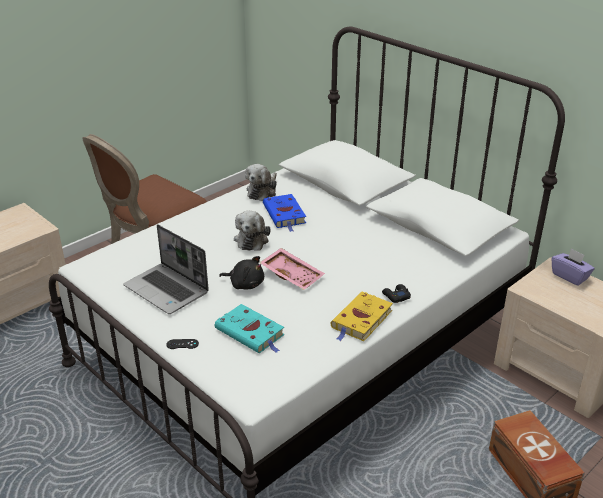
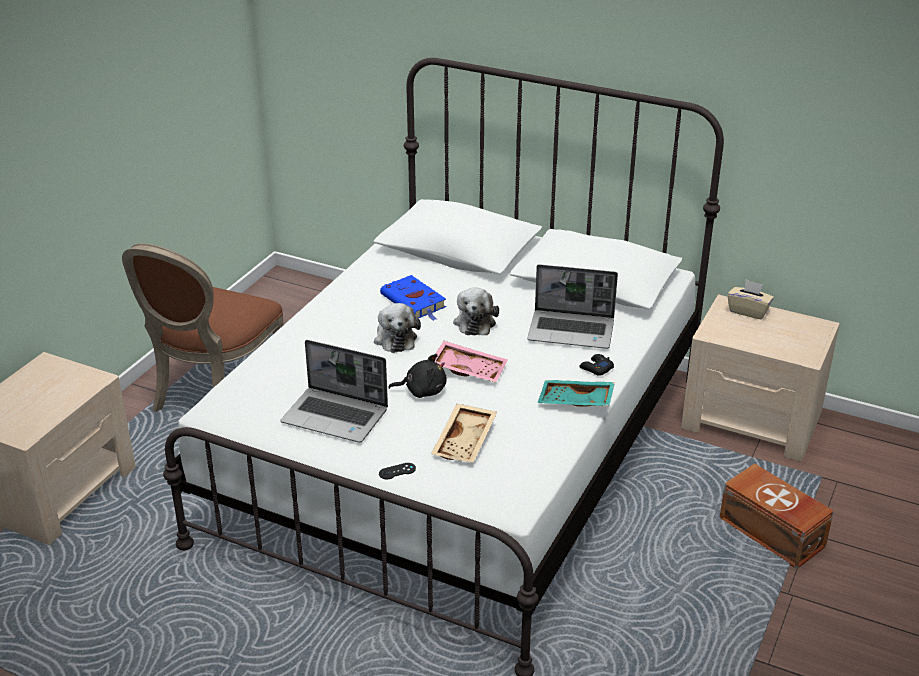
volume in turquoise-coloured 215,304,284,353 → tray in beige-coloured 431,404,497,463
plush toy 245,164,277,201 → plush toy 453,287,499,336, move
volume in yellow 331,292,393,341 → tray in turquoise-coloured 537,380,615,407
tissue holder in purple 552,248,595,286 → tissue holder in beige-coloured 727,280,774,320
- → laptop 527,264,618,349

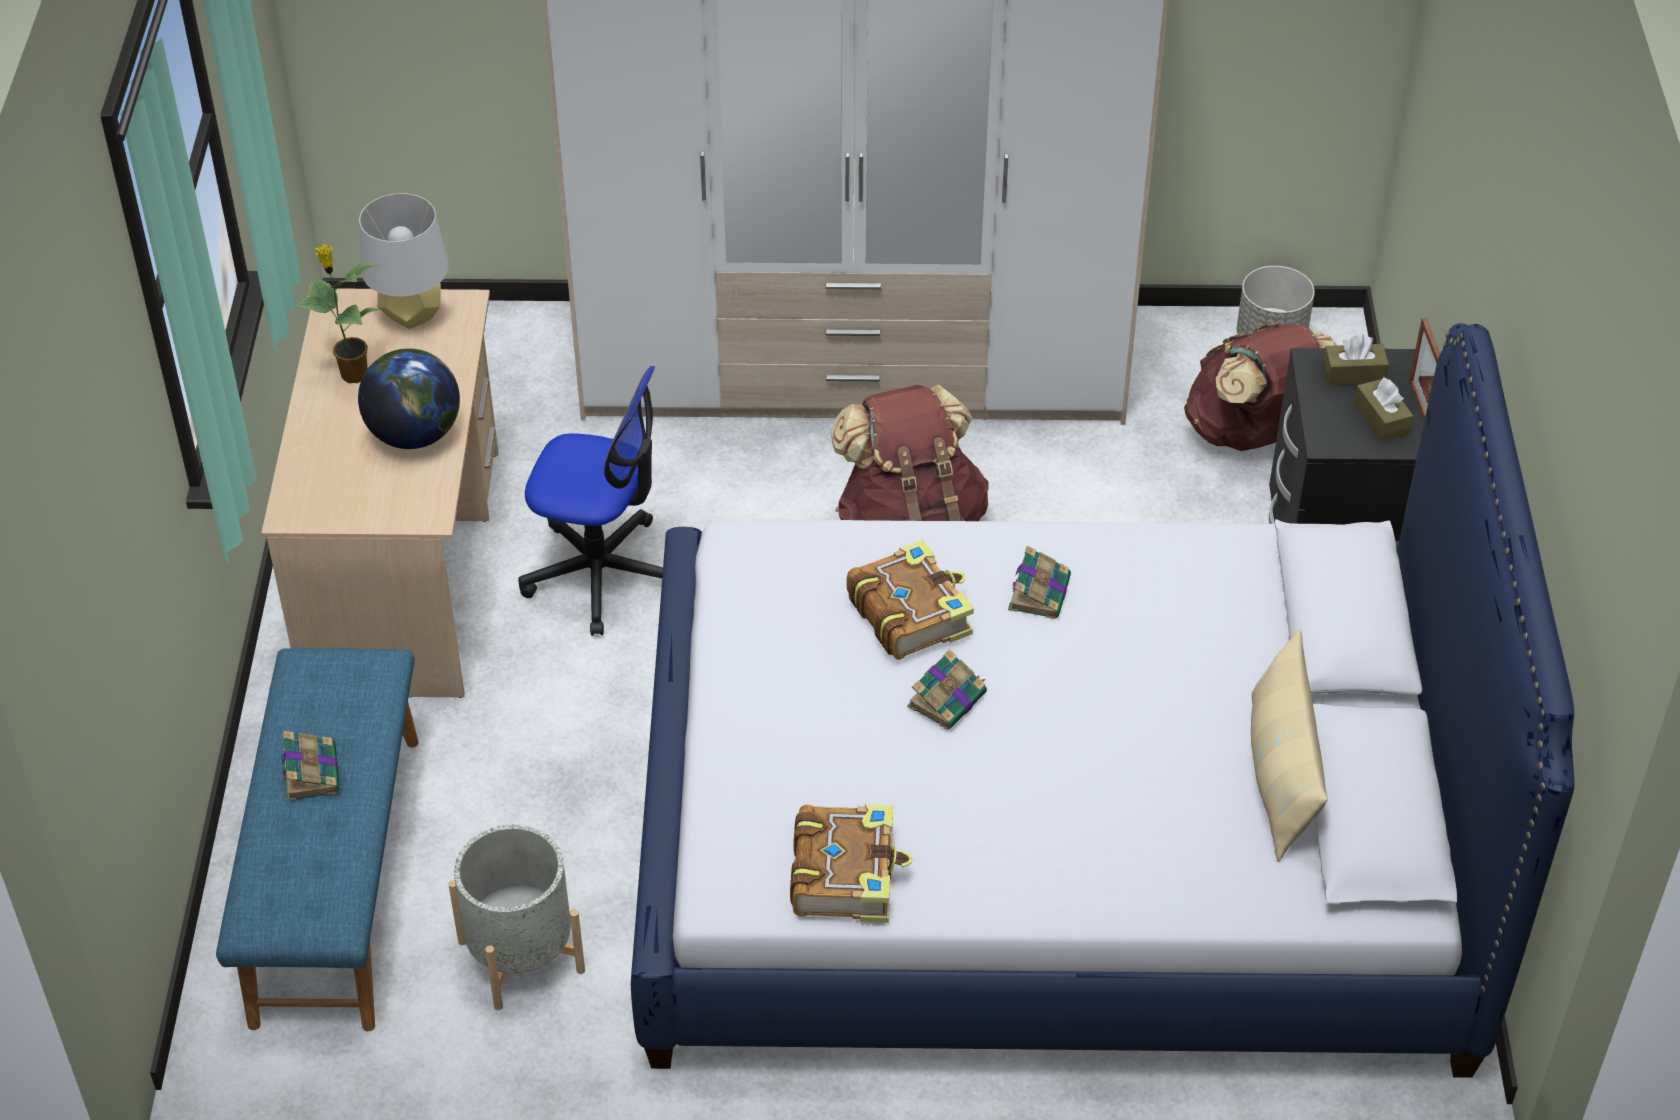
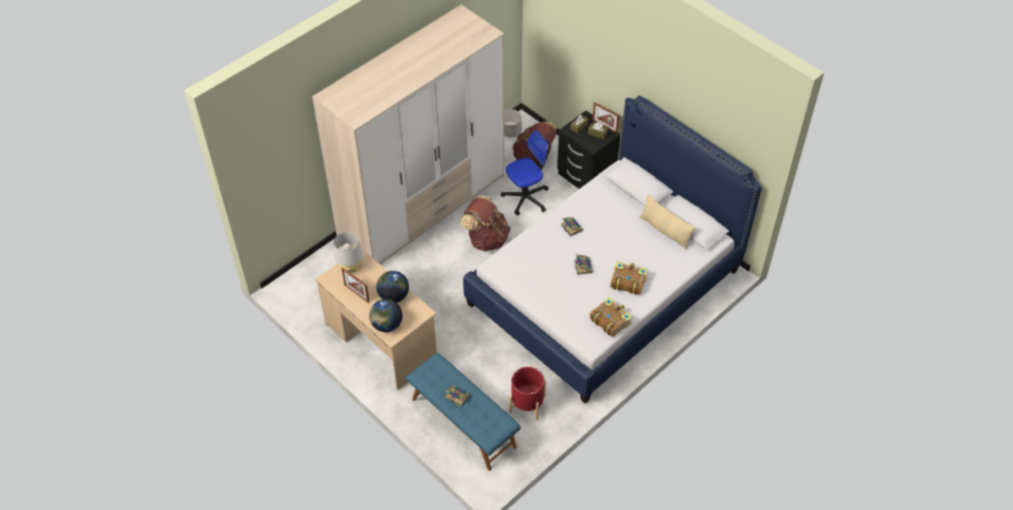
houseplant 296,245,381,383 → standing frame 342,267,370,303
planter in gray 448,824,585,1010 → planter in red-coloured 509,367,546,420
office chair 518,366,663,636 → office chair 501,130,549,215, move
volume 847,539,974,660 → volume 610,261,648,295, move
- → world globe 369,299,403,332

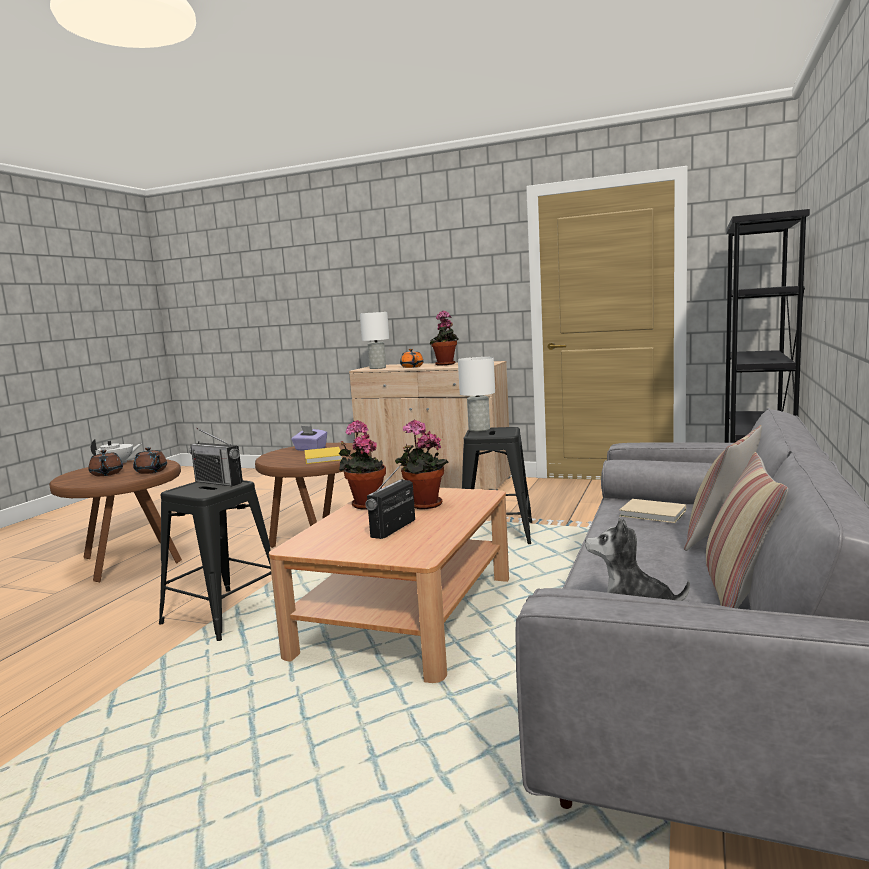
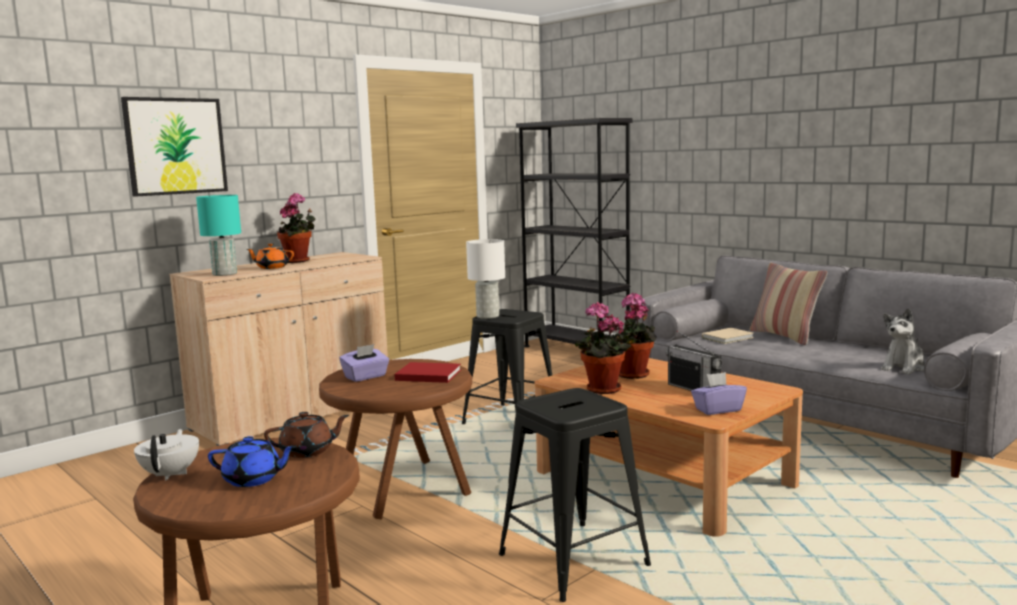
pot for tea in brown 88,450,123,476 → pot for tea in blue 208,436,297,487
radio set 189,428,243,486 → -
volume in yellow 305,447,342,464 → volume in red-coloured 394,362,461,383
table lamp in white 360,312,389,369 → table lamp in turquoise-coloured 196,195,241,276
pillow 706,452,788,609 → -
- → picture 121,97,228,197
- → tissue holder in purple 691,372,747,415

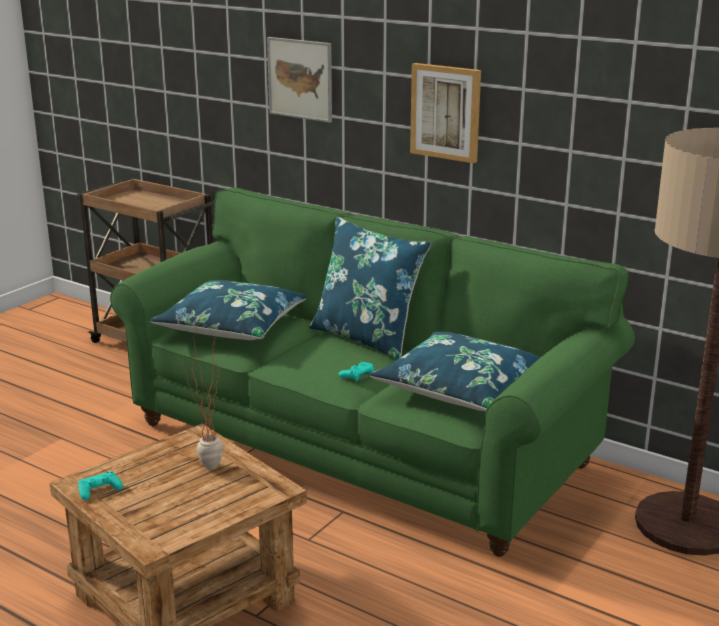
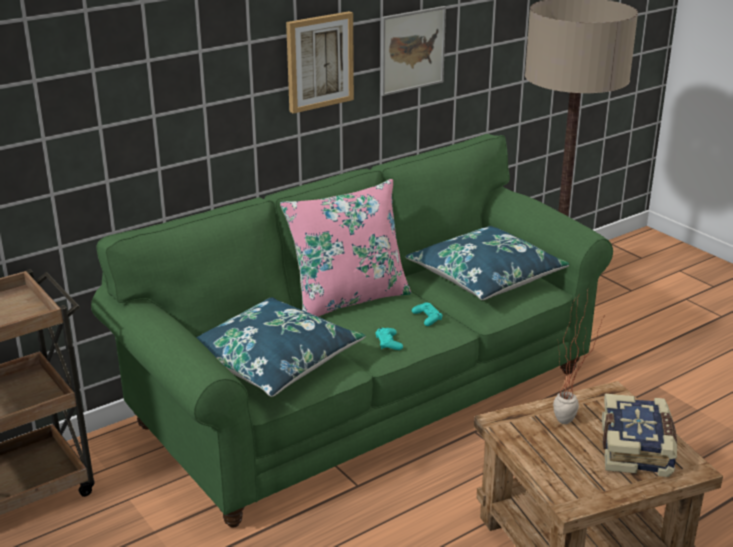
gamepad in turquoise-coloured 78,472,123,500 → gamepad in turquoise-coloured 376,328,403,350, move
picture 267,37,332,123 → picture 381,6,446,96, move
pillow in blue 309,217,431,360 → pillow in pink 280,179,412,317
- → volume 602,394,677,477

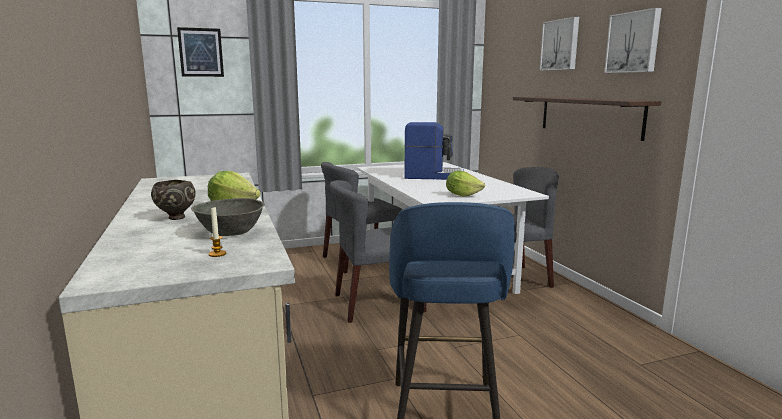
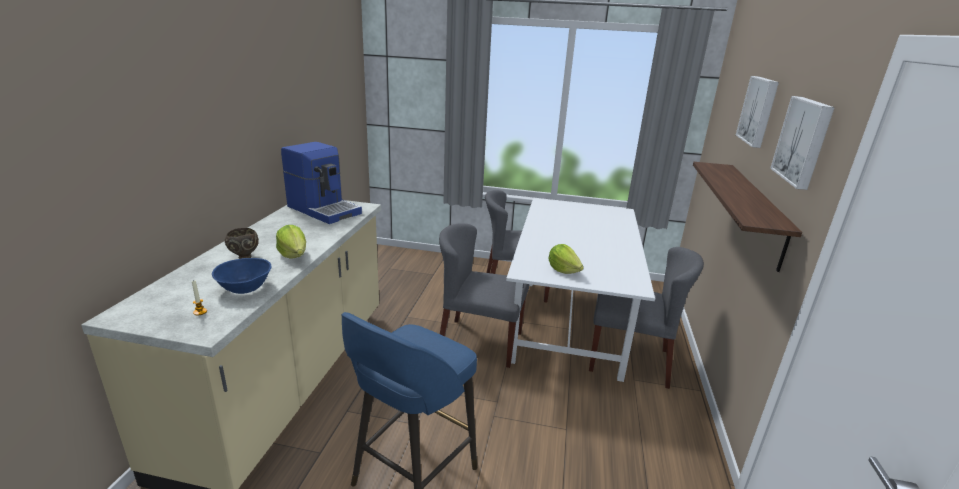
picture 177,27,224,77 → -
bowl in gray 191,198,265,236 → bowl in blue 212,258,271,294
coffee maker 404,122,464,180 → coffee maker 281,142,362,224, move

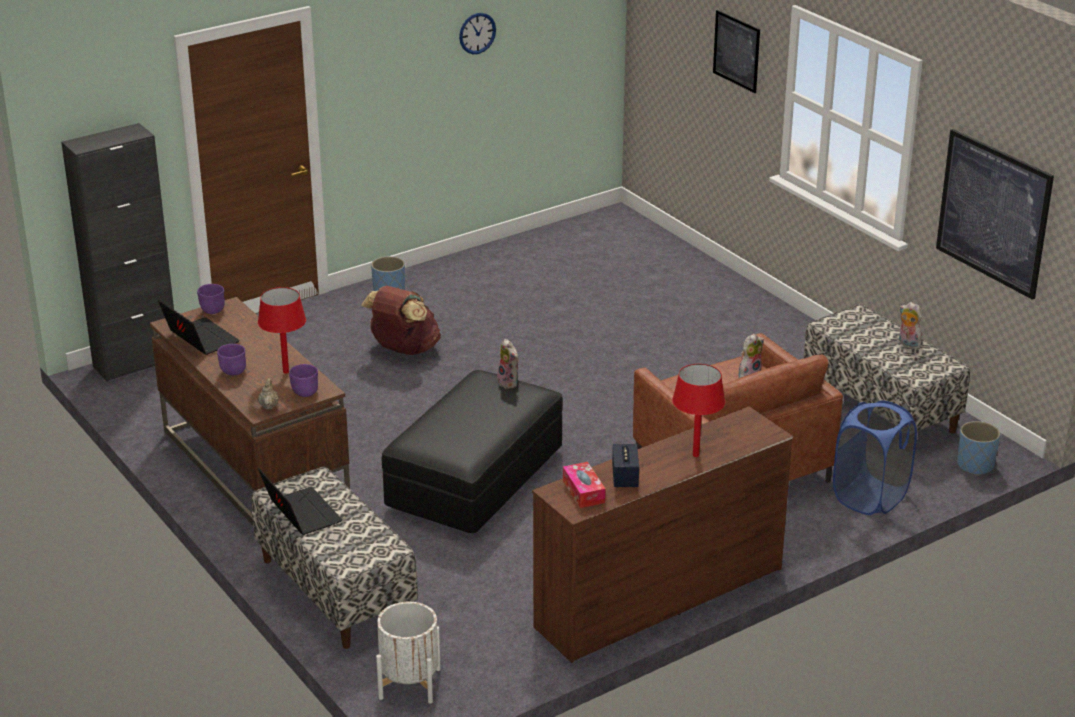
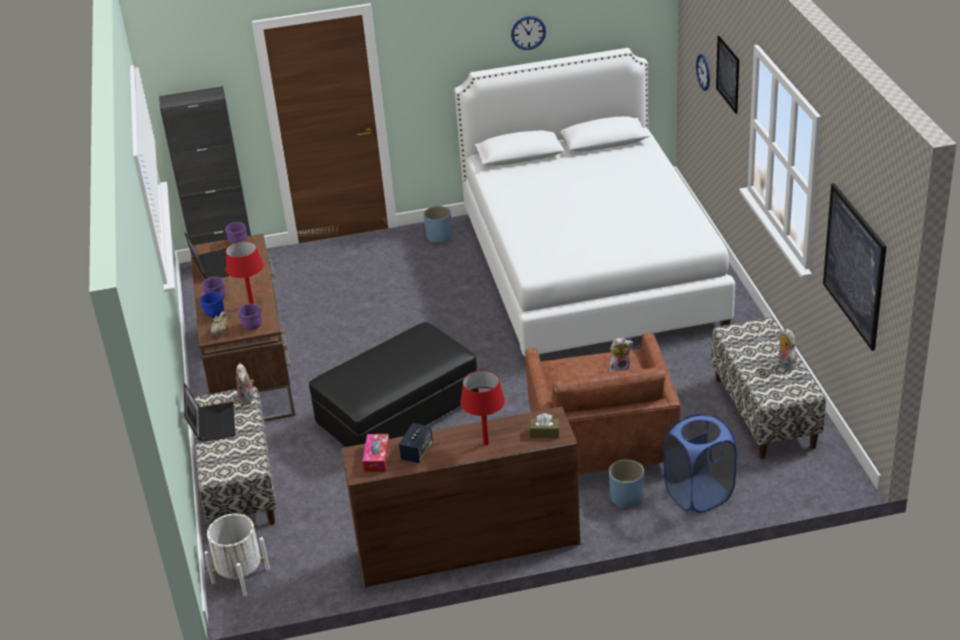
backpack in brown 361,286,441,355 → -
plush toy 497,339,519,389 → plush toy 236,363,254,405, move
planter in blue 957,421,1000,476 → planter in blue 609,459,644,508, move
- → bowl in blue 200,292,224,317
- → sleeping bed in white 454,48,735,357
- → tissue holder in brown 530,413,560,438
- → wall clock 696,54,710,91

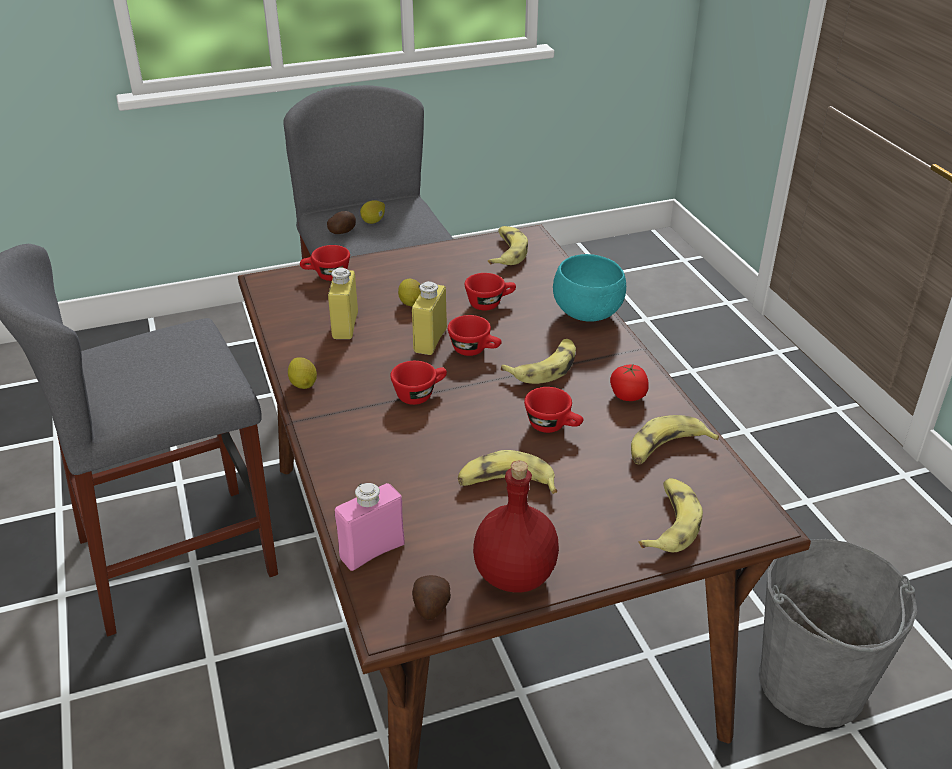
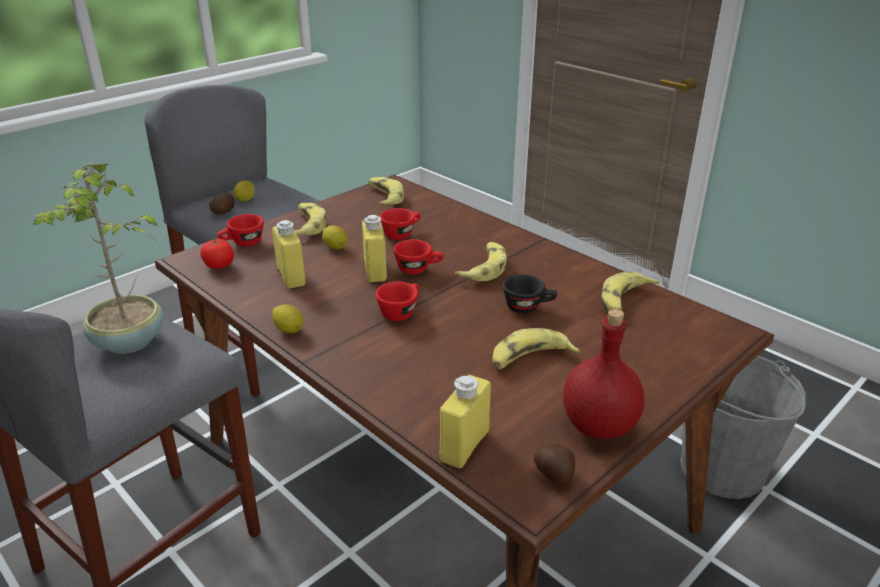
beverage bottle in pink 335,483,405,571 → beverage bottle in yellow 440,375,491,468
small cup in red-coloured 524,387,583,433 → small cup in black 503,274,557,313
bowl in turquoise-coloured 553,254,626,322 → -
tomato 610,365,649,401 → tomato 200,238,234,269, move
banana 639,478,703,552 → banana 295,203,327,235, move
- → houseplant 32,161,164,354

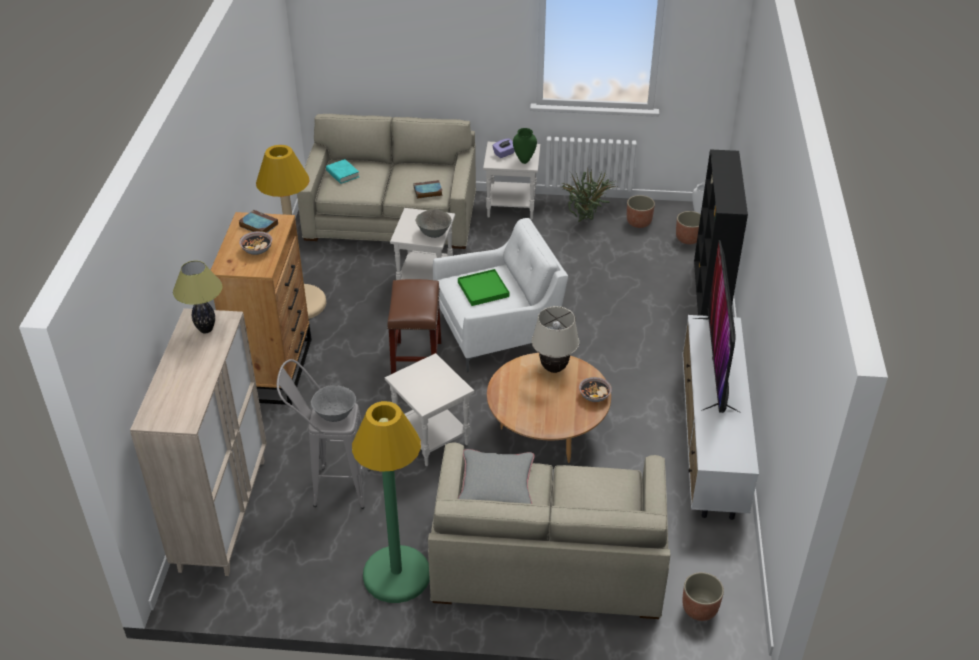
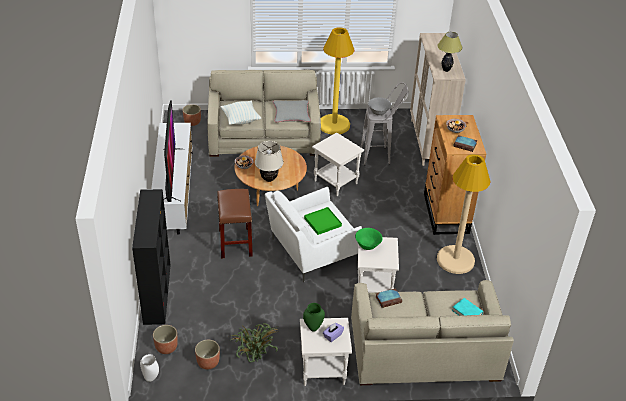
floor lamp in greenish 352,401,430,603 → floor lamp in yellow 321,27,354,135
stool in brown 387,279,441,374 → stool in brown 217,189,253,259, move
bowl in gray 416,209,452,238 → bowl in greenish 355,228,382,250
- → pillow 220,101,261,125

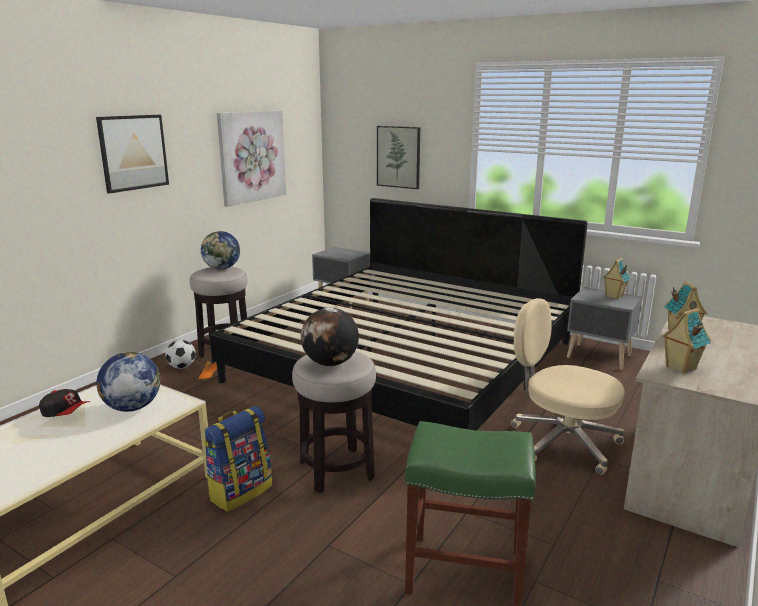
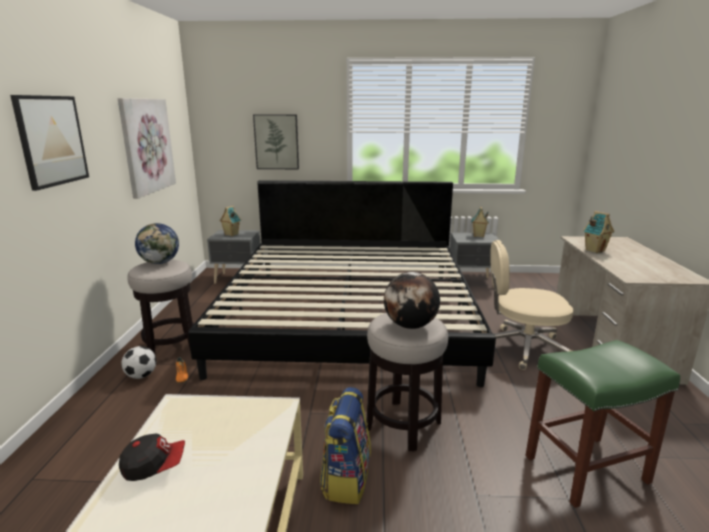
world globe 97,352,160,412 → -
model house 661,308,711,374 → model house 220,206,241,236, move

